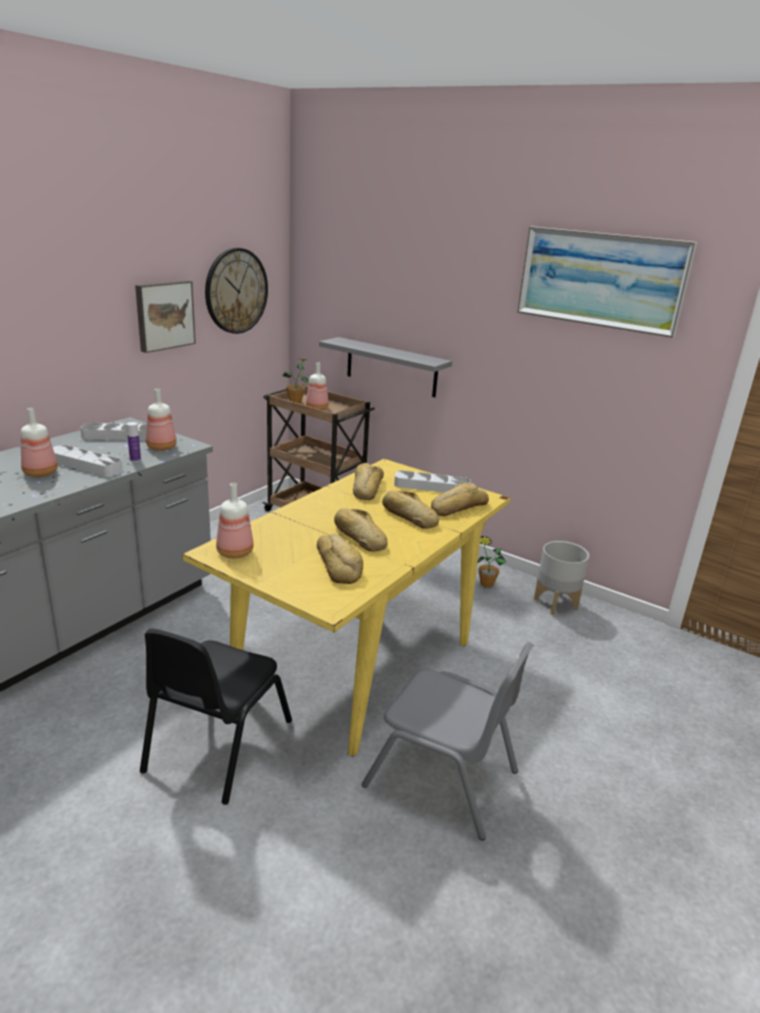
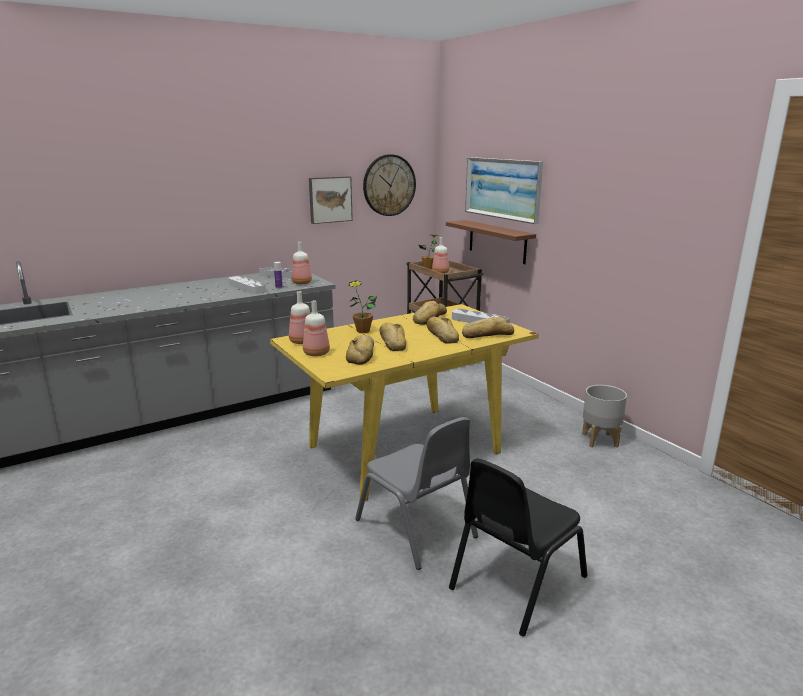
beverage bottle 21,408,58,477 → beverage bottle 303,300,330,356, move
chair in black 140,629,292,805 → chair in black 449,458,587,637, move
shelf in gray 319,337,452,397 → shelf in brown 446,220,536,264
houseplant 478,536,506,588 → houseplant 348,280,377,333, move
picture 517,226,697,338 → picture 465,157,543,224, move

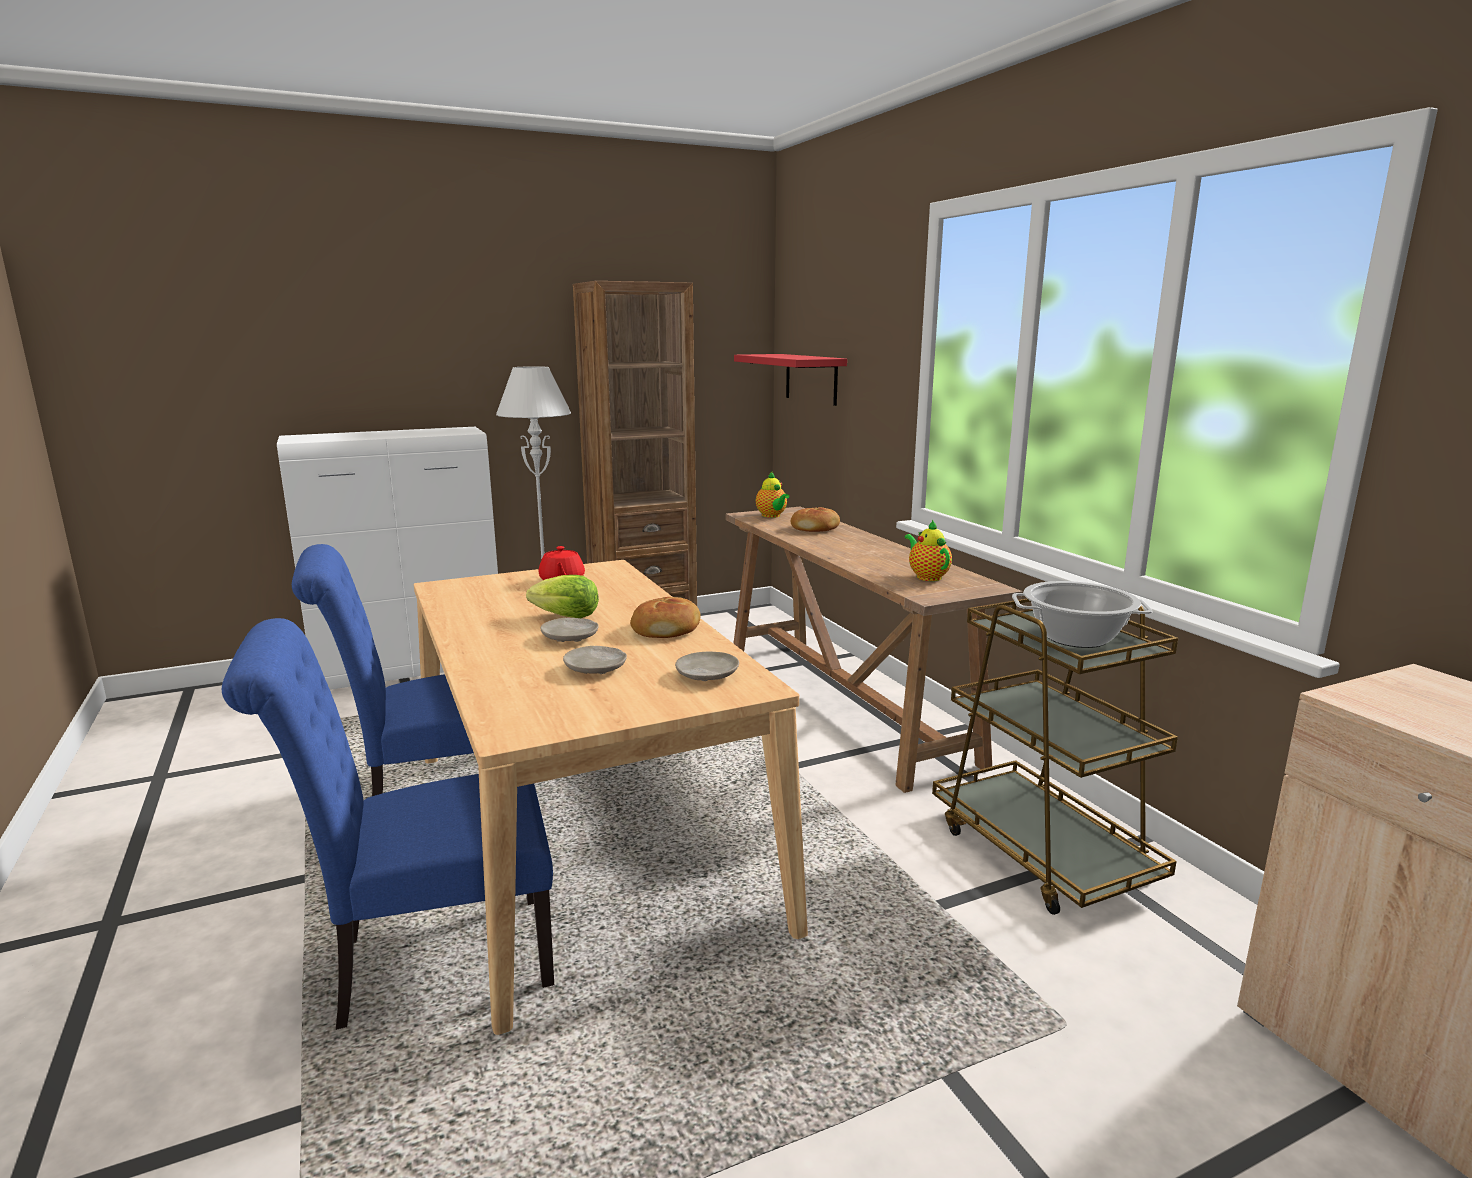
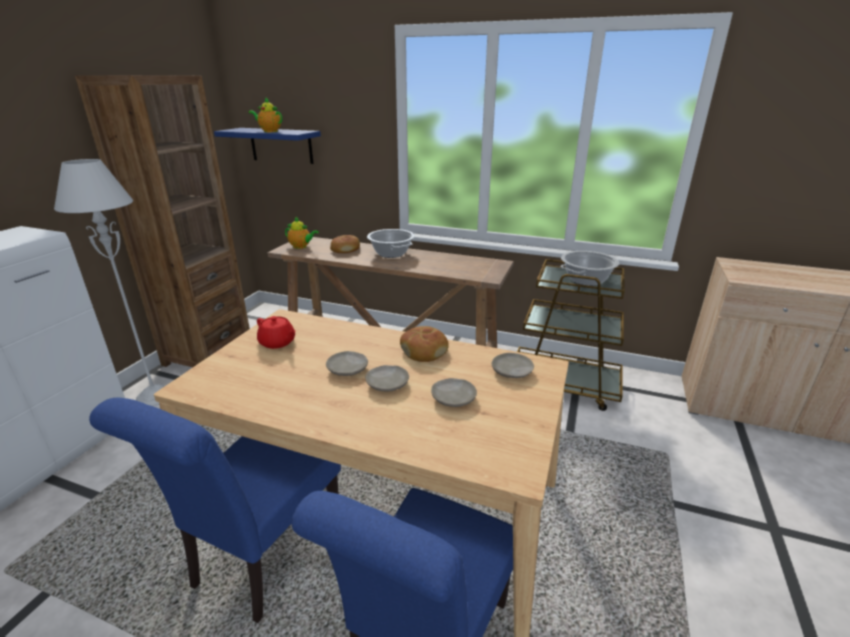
lettuce 526,575,599,618 → flat dish in beige-coloured 326,351,368,376
shelf in red-coloured 734,354,847,406 → shelf in blue 214,128,321,164
pot for tea 904,519,952,581 → pot for tea 249,98,282,132, move
- → stockpot 367,229,415,258

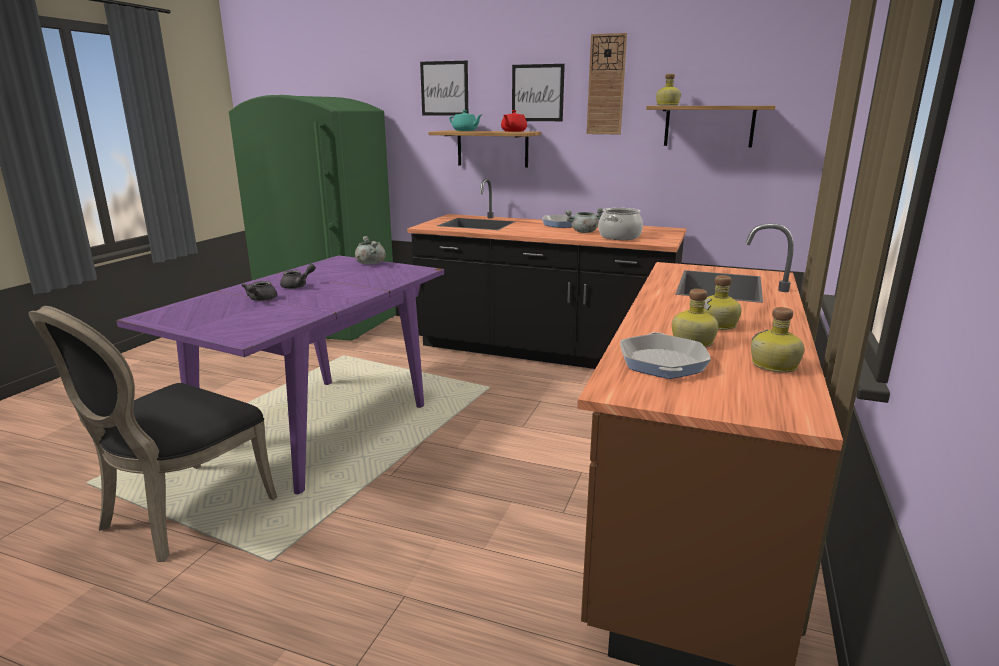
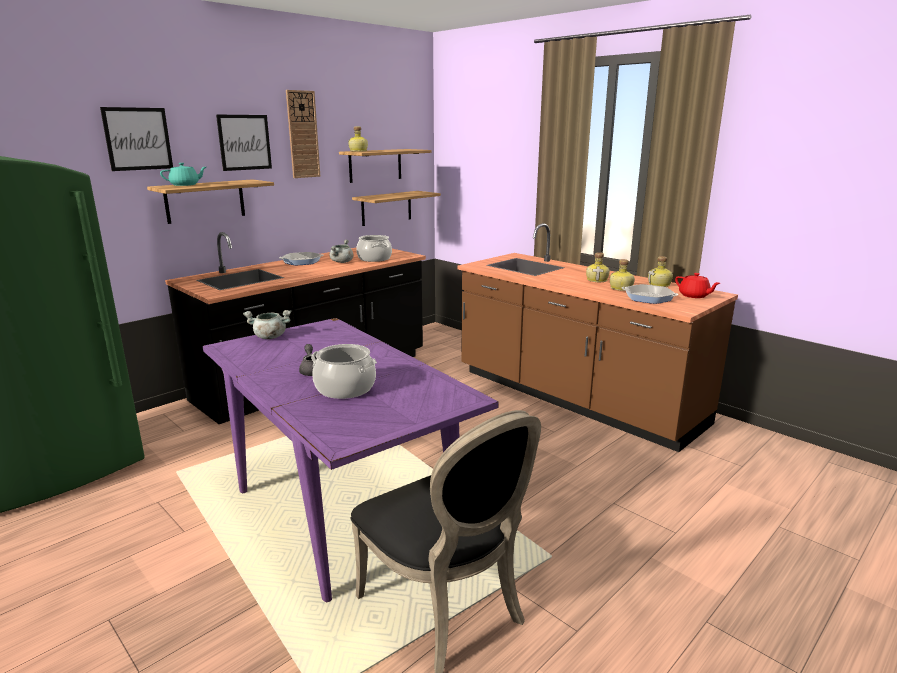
pot for tea in gray 241,281,277,301 → stockpot 311,344,377,399
pot for tea in red-coloured 501,110,527,132 → pot for tea in red-coloured 675,273,720,298, move
- → shelf 352,191,441,226

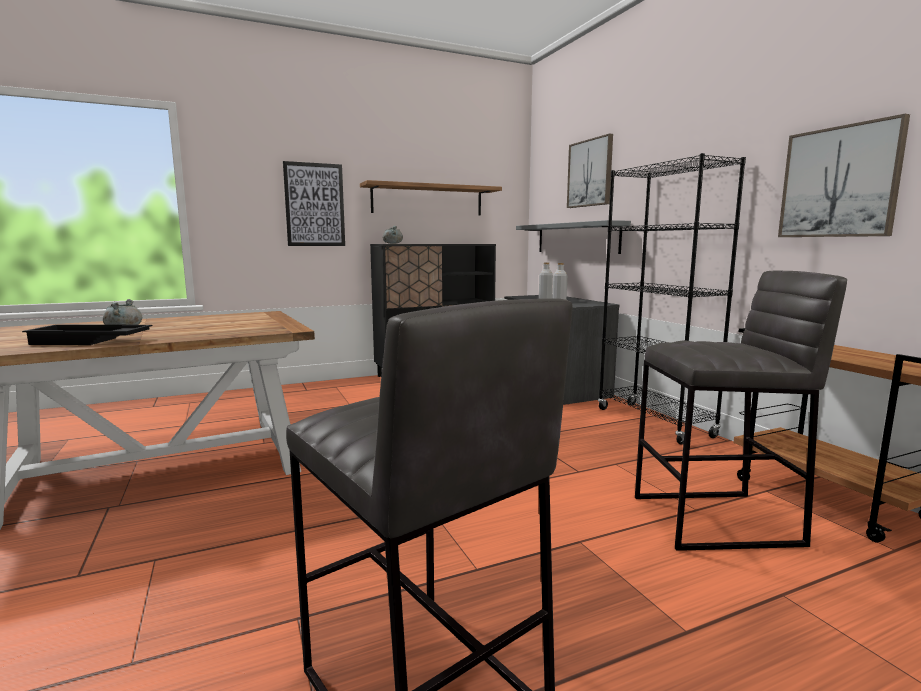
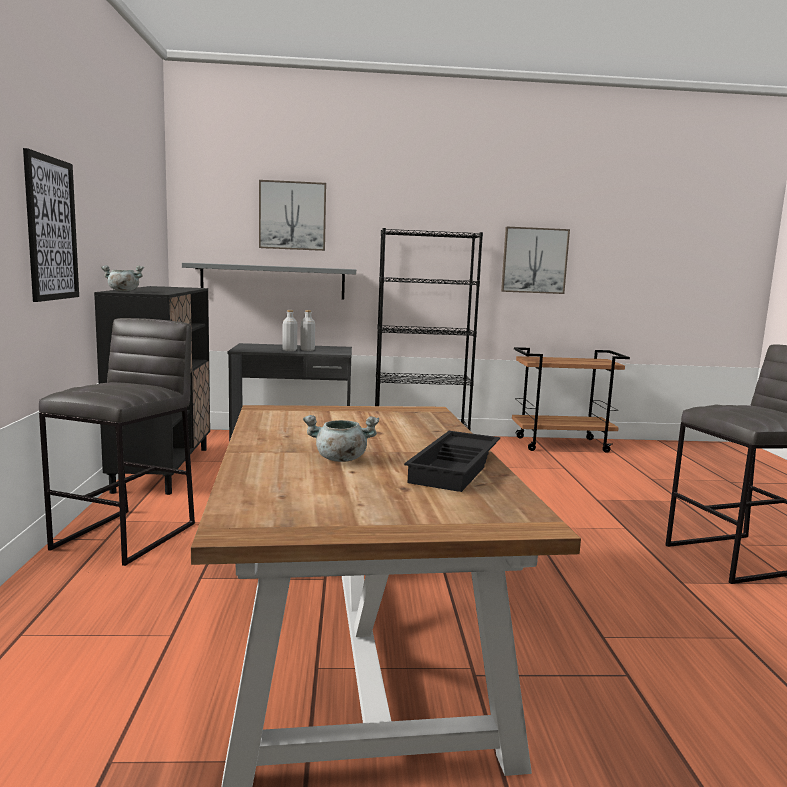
shelf 360,180,502,216 → -
stool in gray 635,271,847,551 → stool in gray 39,318,195,566, move

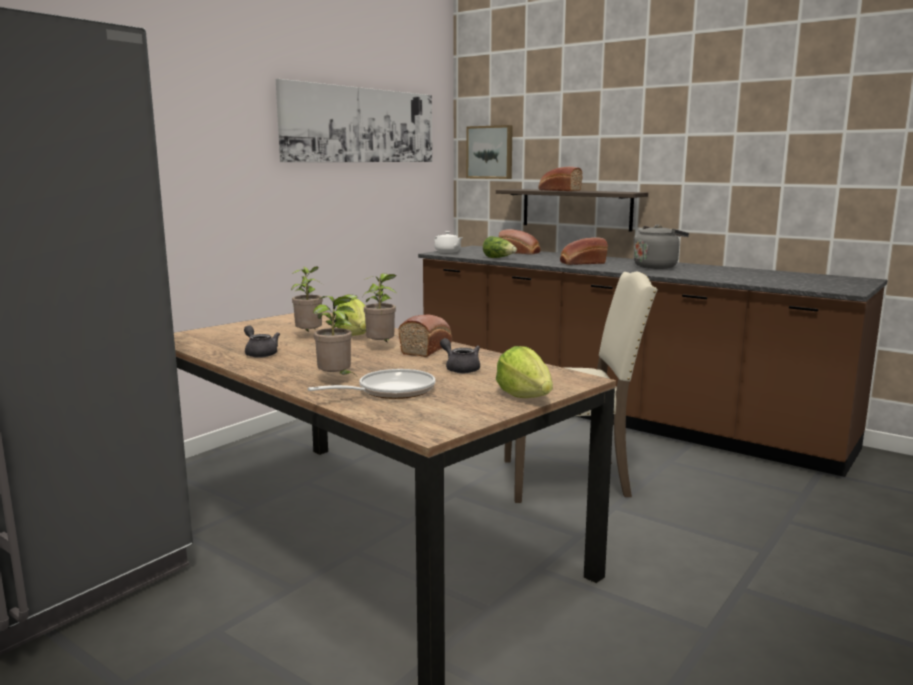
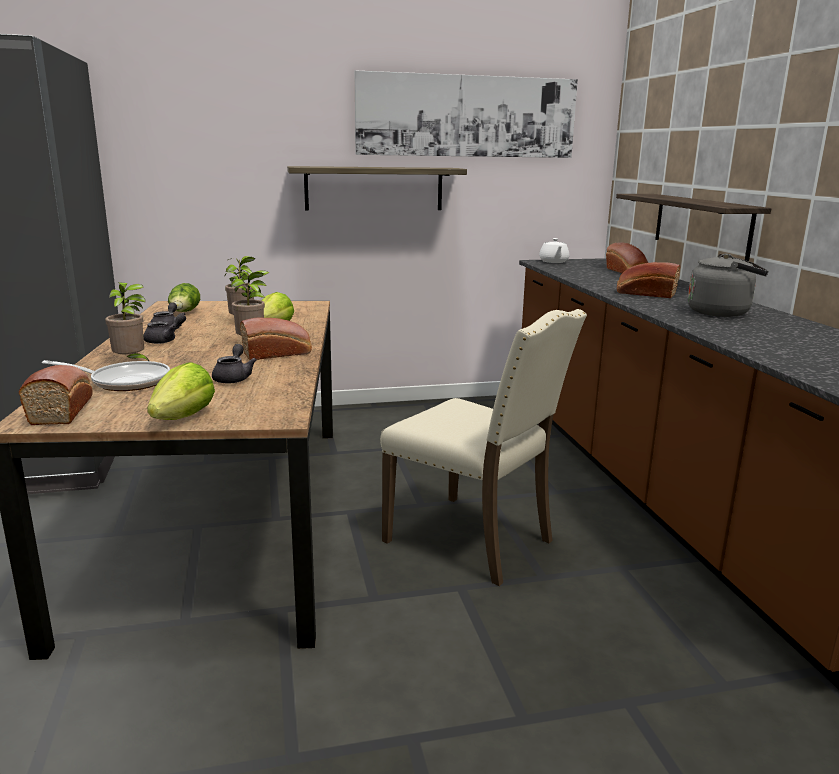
picture 466,125,513,179 → -
lettuce 483,236,517,258 → lettuce 168,283,200,312, move
bakery bread 538,167,583,191 → bakery bread 19,365,93,425, move
- → pot for tea in gray 143,313,186,344
- → shelf 287,166,467,211

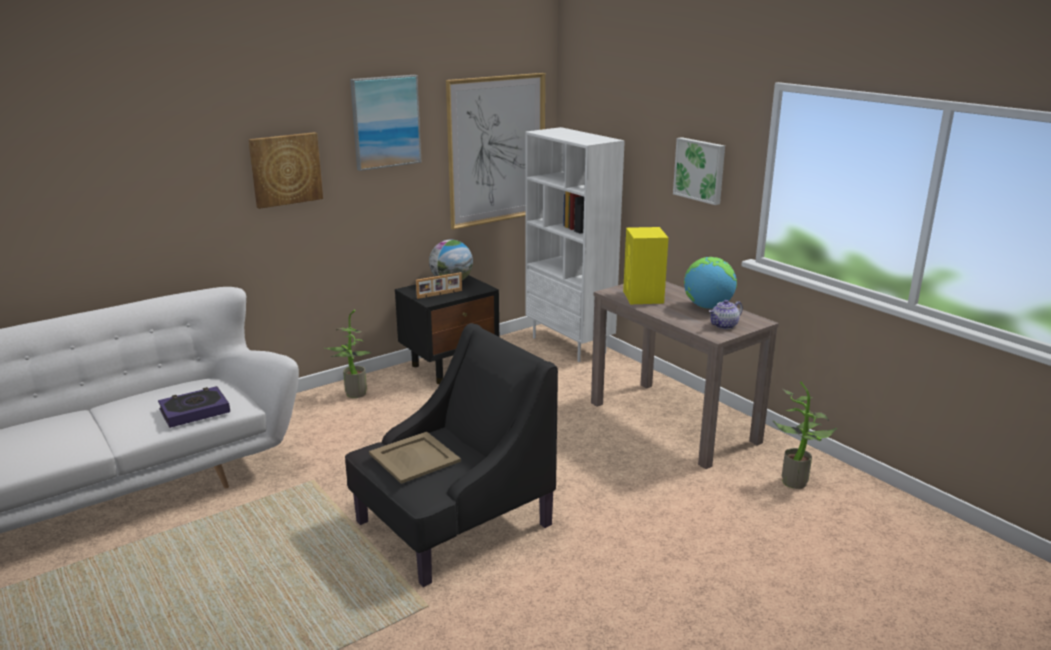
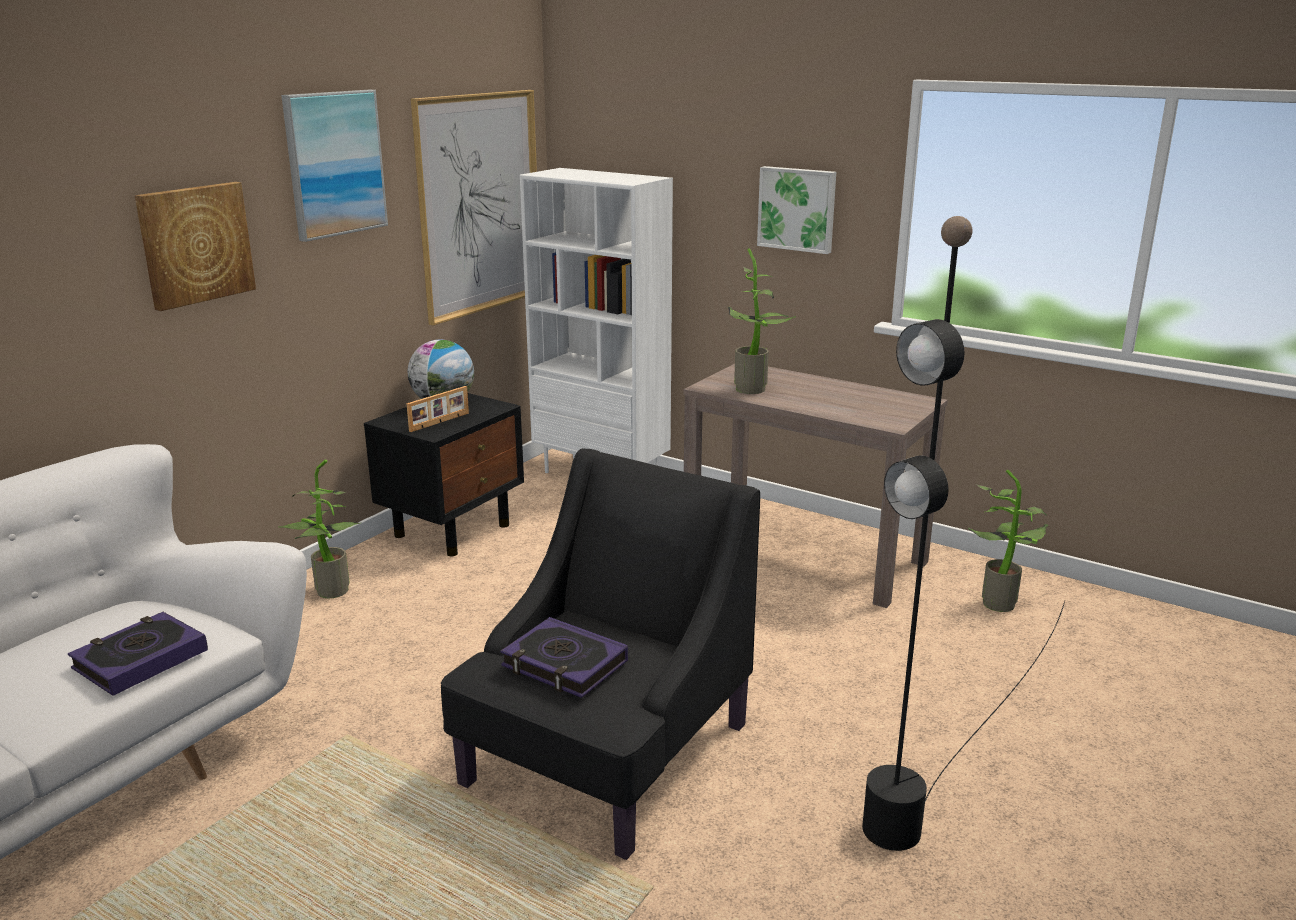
tray in beige-coloured 369,432,461,484 → volume 500,617,628,698
speaker in yellow 623,227,669,304 → houseplant 728,248,796,394
world globe 684,257,737,309 → -
pot for tea 708,300,743,329 → -
- → floor lamp in black 862,216,1065,851

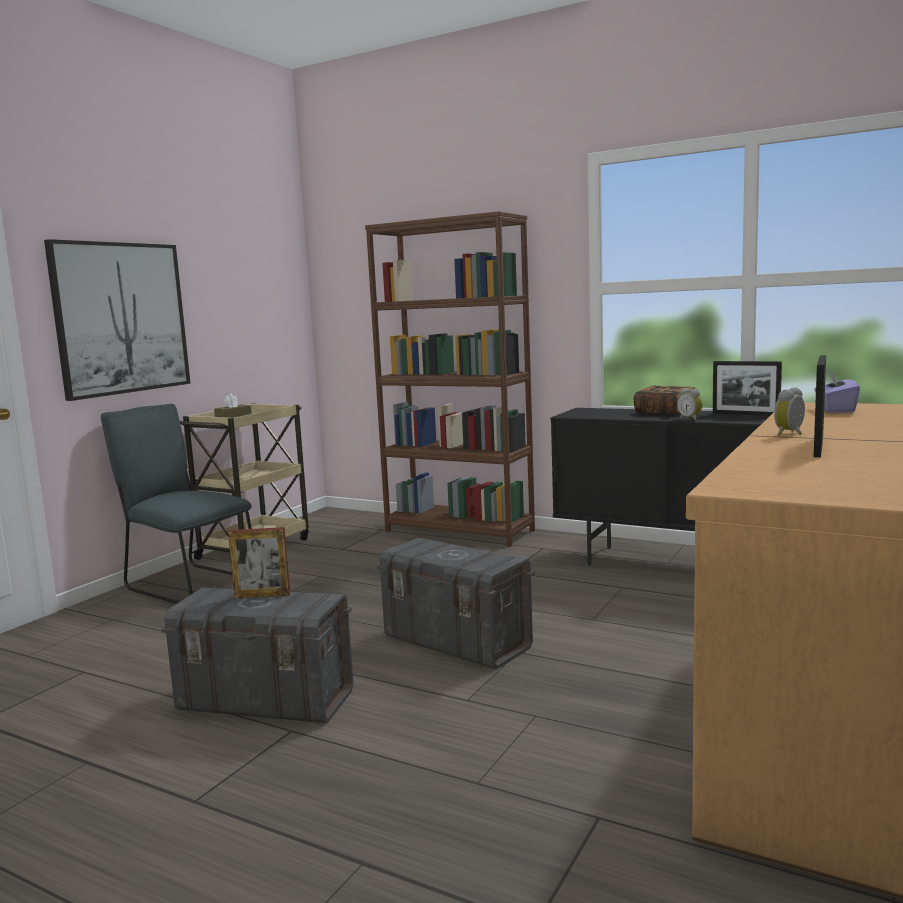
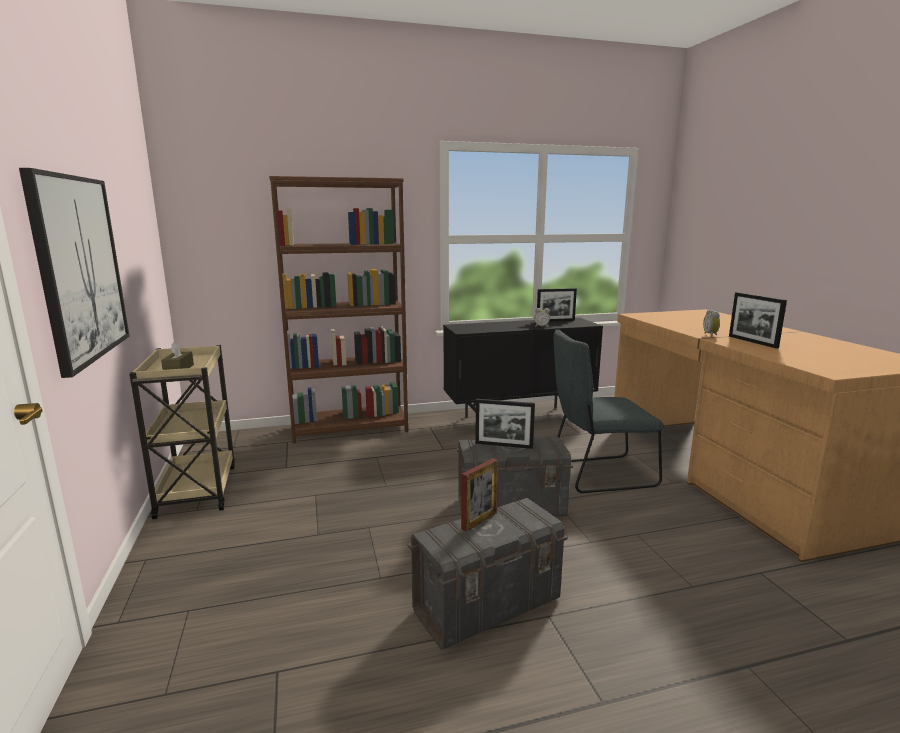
chair in gray 101,404,252,604 → chair in gray 554,330,664,493, move
volume 633,385,695,414 → -
tissue holder in purple 814,370,860,413 → -
- → standing frame 475,399,535,449

